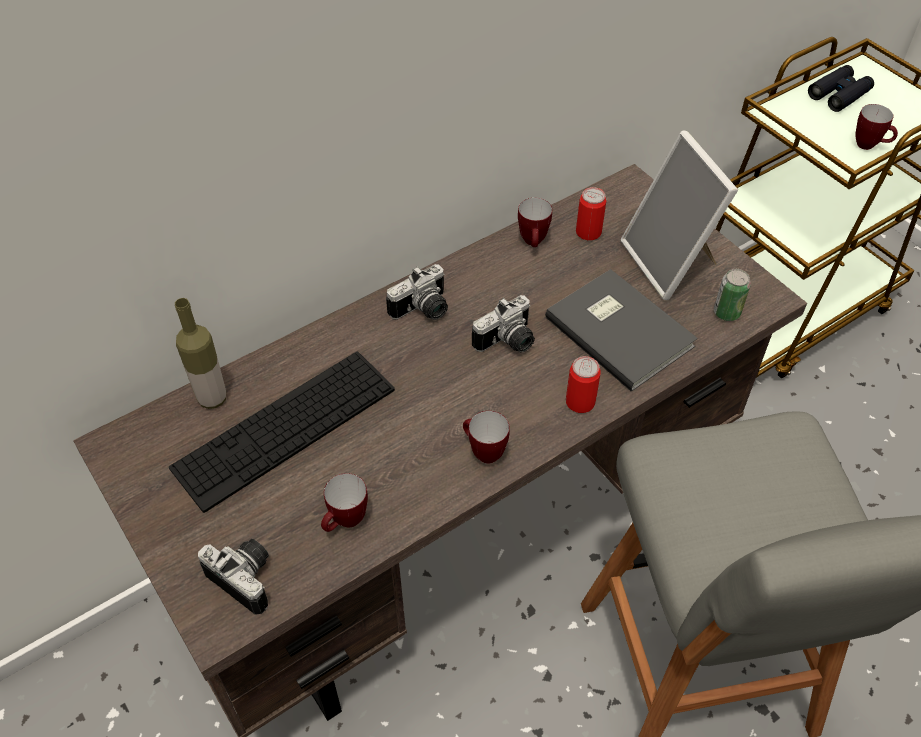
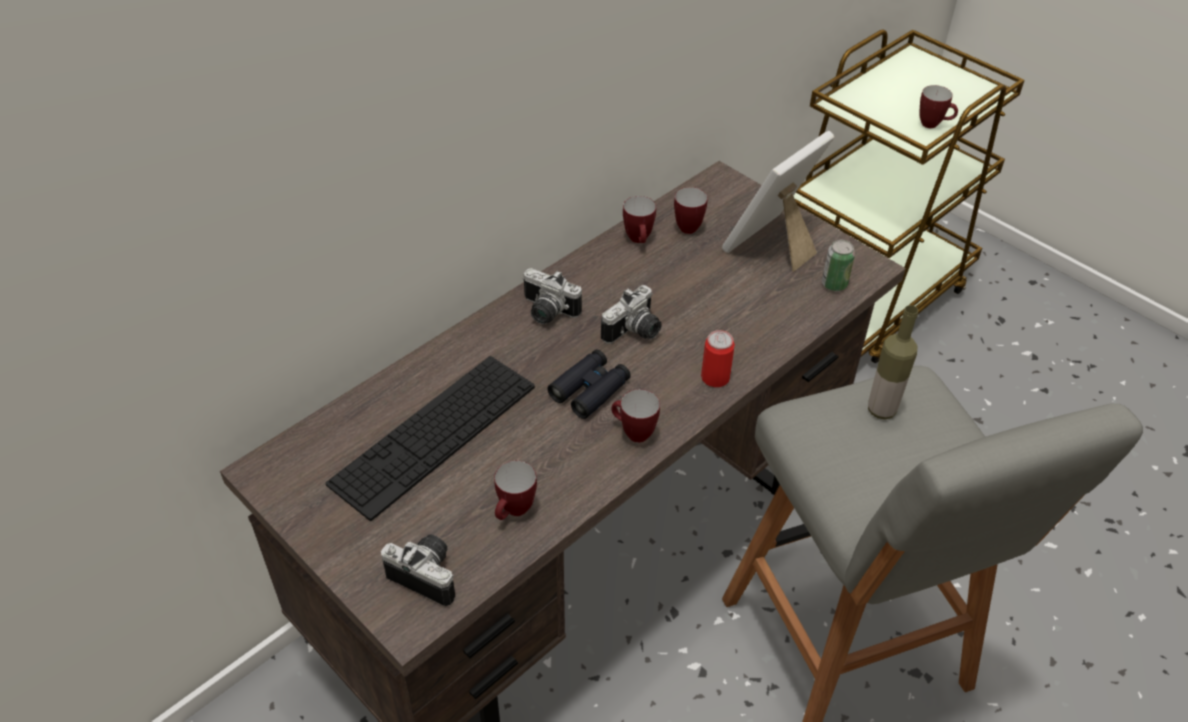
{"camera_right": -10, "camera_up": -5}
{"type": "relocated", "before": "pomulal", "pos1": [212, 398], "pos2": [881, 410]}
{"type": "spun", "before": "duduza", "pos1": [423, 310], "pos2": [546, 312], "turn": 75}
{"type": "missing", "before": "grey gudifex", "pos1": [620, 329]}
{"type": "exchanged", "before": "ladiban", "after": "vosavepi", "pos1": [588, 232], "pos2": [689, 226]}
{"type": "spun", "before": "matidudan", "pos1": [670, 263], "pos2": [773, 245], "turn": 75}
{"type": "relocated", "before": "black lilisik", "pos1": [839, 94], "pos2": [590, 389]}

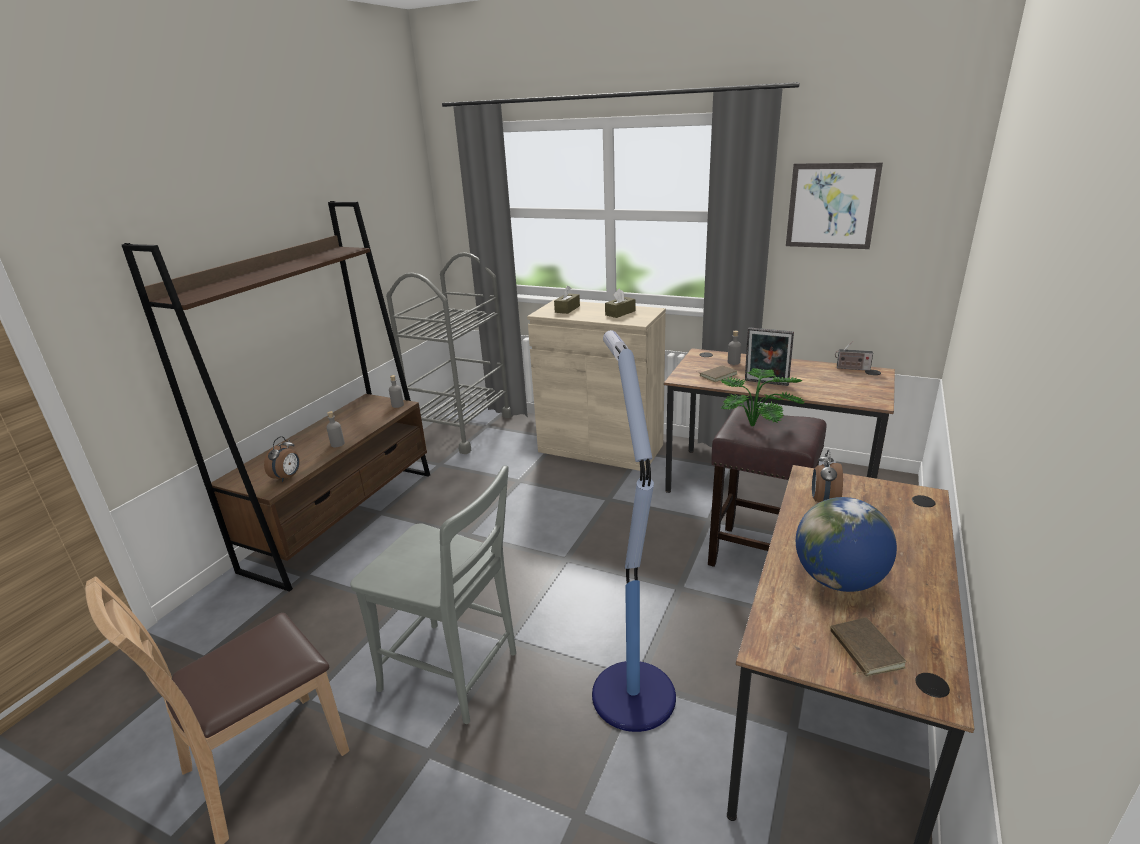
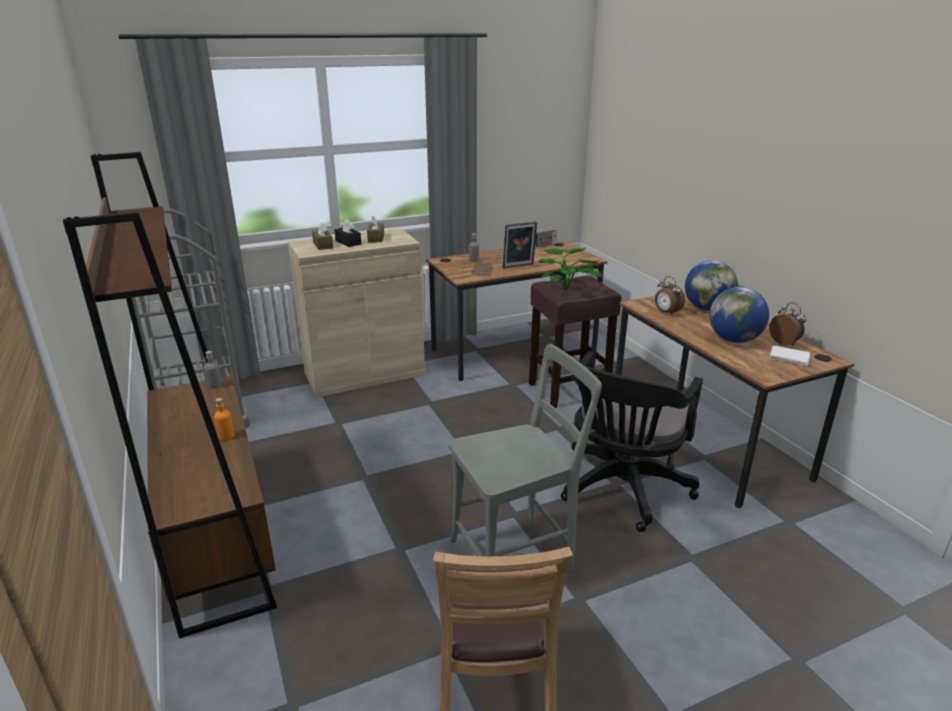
{"camera_right": -50, "camera_up": 0}
{"type": "relocated", "before": "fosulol", "pos1": [287, 477], "pos2": [785, 342]}
{"type": "colour", "before": "grey pomulal", "after": "orange pomulal", "pos1": [337, 444], "pos2": [226, 436]}
{"type": "exchanged", "before": "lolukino", "after": "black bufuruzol", "pos1": [632, 692], "pos2": [622, 490]}
{"type": "missing", "before": "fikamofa", "pos1": [831, 206]}
{"type": "colour", "before": "brown gudifex", "after": "white gudifex", "pos1": [863, 650], "pos2": [789, 358]}
{"type": "appeared", "after": "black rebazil", "pos2": [348, 242]}
{"type": "appeared", "after": "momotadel", "pos2": [707, 308]}

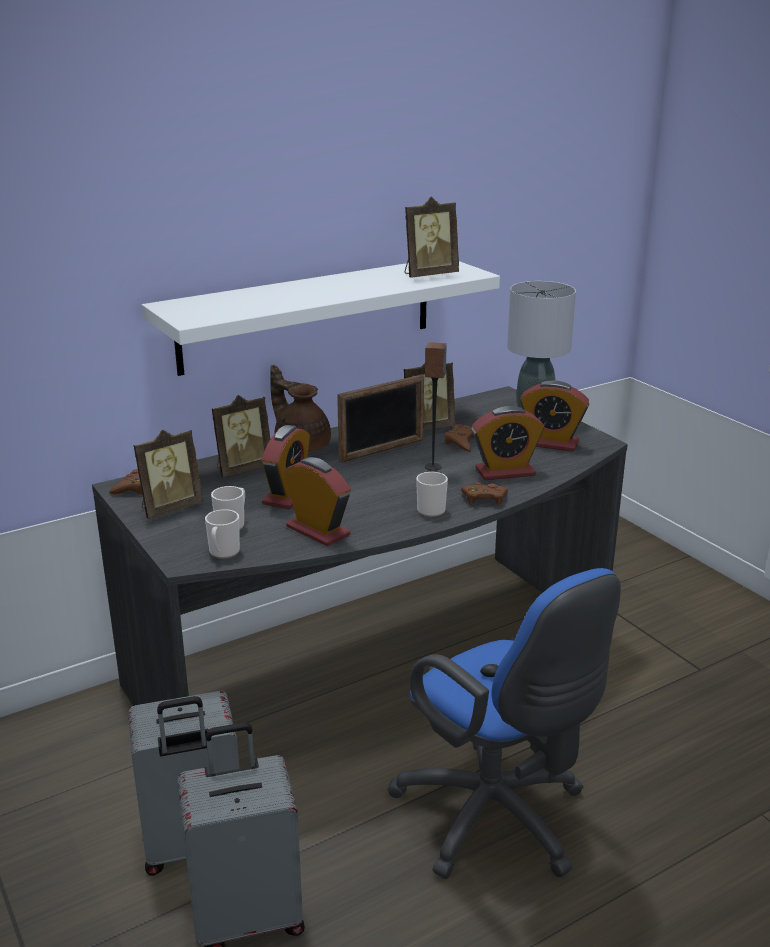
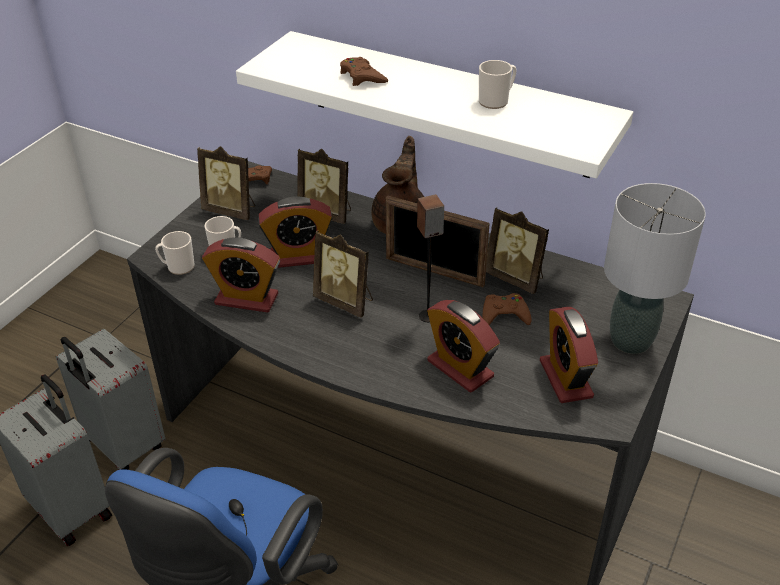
{"camera_right": 60, "camera_up": 15}
{"type": "spun", "before": "fosulol", "pos1": [318, 531], "pos2": [246, 299], "turn": 90}
{"type": "relocated", "before": "matidudan", "pos1": [428, 275], "pos2": [345, 301]}
{"type": "relocated", "before": "vosavepi", "pos1": [431, 508], "pos2": [496, 101]}
{"type": "relocated", "before": "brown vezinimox", "pos1": [484, 498], "pos2": [362, 77]}

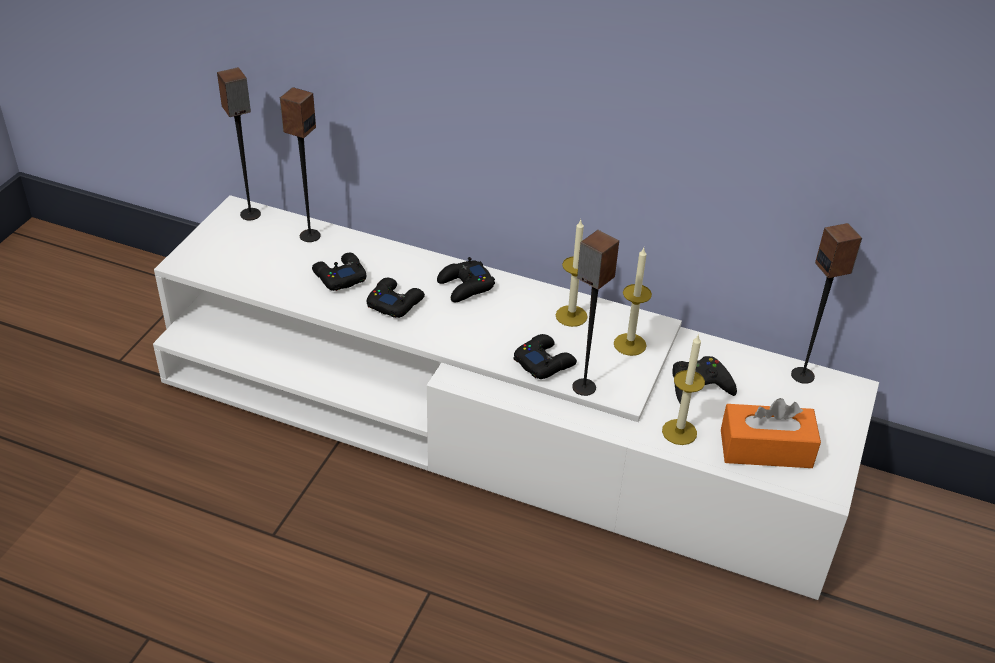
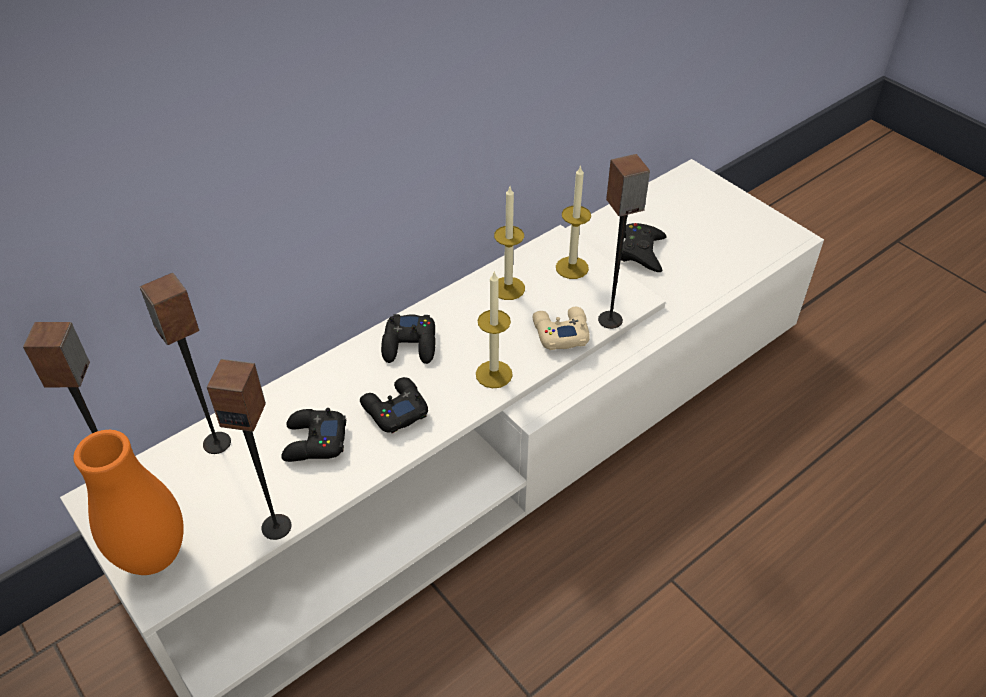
{"camera_right": -60, "camera_up": 5}
{"type": "colour", "before": "black vezinimox", "after": "beige vezinimox", "pos1": [544, 362], "pos2": [560, 332]}
{"type": "relocated", "before": "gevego", "pos1": [679, 432], "pos2": [494, 374]}
{"type": "missing", "before": "orange rebazil", "pos1": [765, 449]}
{"type": "relocated", "before": "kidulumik", "pos1": [803, 375], "pos2": [277, 526]}
{"type": "appeared", "after": "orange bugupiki", "pos2": [154, 556]}

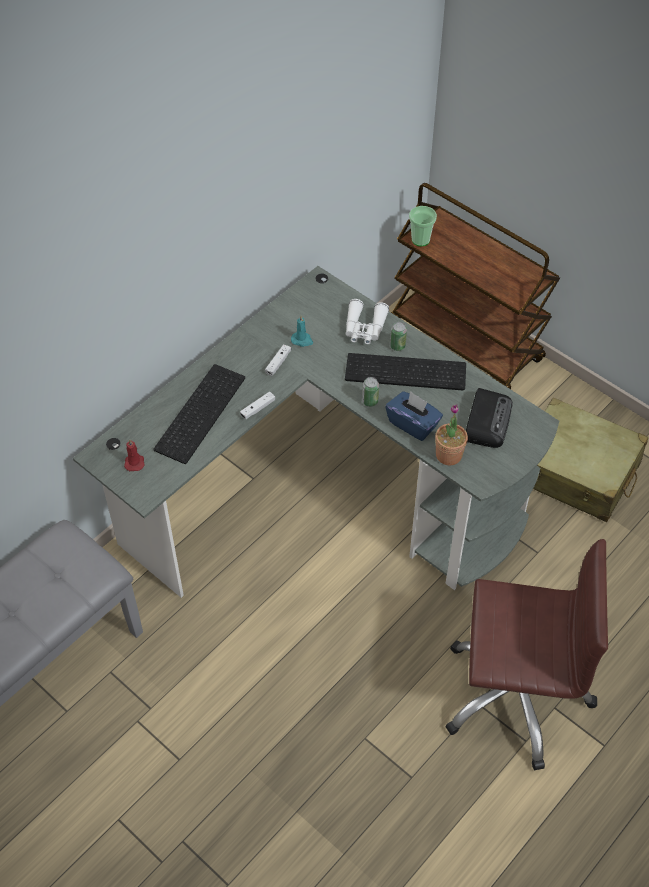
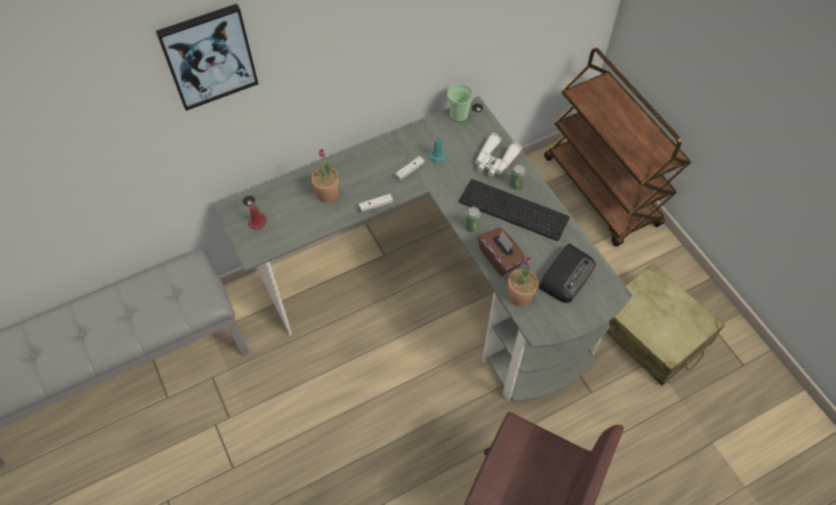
{"camera_right": 20, "camera_up": 5}
{"type": "exchanged", "before": "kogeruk", "after": "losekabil", "pos1": [199, 411], "pos2": [327, 193]}
{"type": "colour", "before": "blue rebazil", "after": "brown rebazil", "pos1": [413, 424], "pos2": [500, 258]}
{"type": "relocated", "before": "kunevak", "pos1": [420, 240], "pos2": [458, 115]}
{"type": "appeared", "after": "fikamofa", "pos2": [209, 56]}

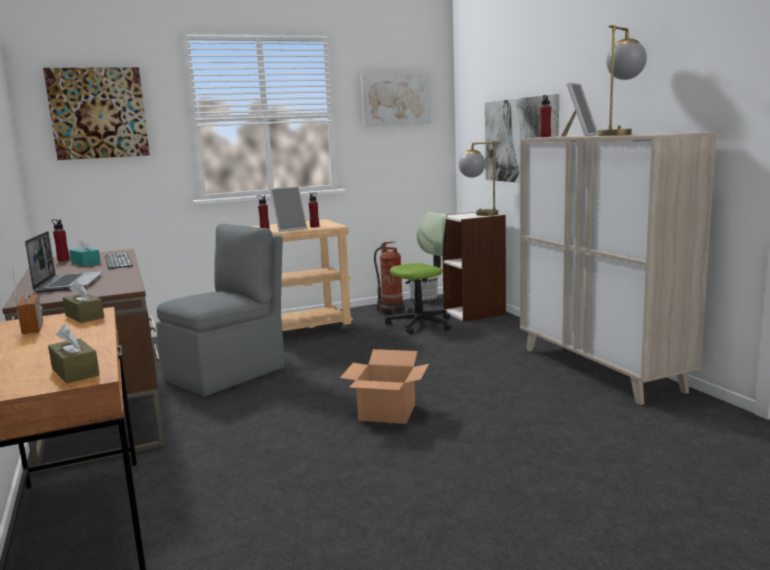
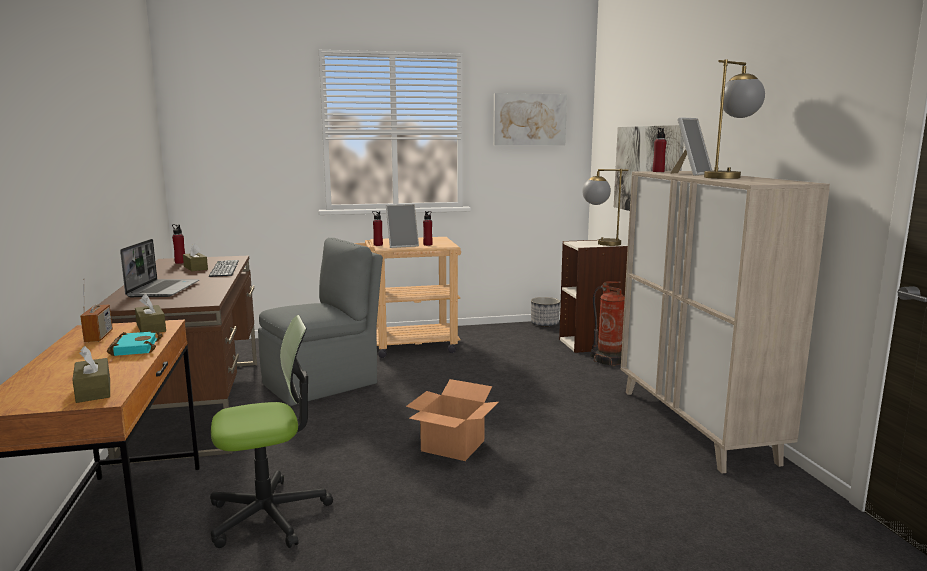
{"camera_right": 10, "camera_up": 0}
{"type": "missing", "before": "fikamofa", "pos1": [98, 113]}
{"type": "colour", "before": "turquoise rebazil", "after": "brown rebazil", "pos1": [85, 263], "pos2": [195, 268]}
{"type": "relocated", "before": "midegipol", "pos1": [391, 312], "pos2": [608, 360]}
{"type": "relocated", "before": "bufuruzol", "pos1": [420, 324], "pos2": [269, 515]}
{"type": "appeared", "after": "turquoise gudifex", "pos2": [134, 348]}

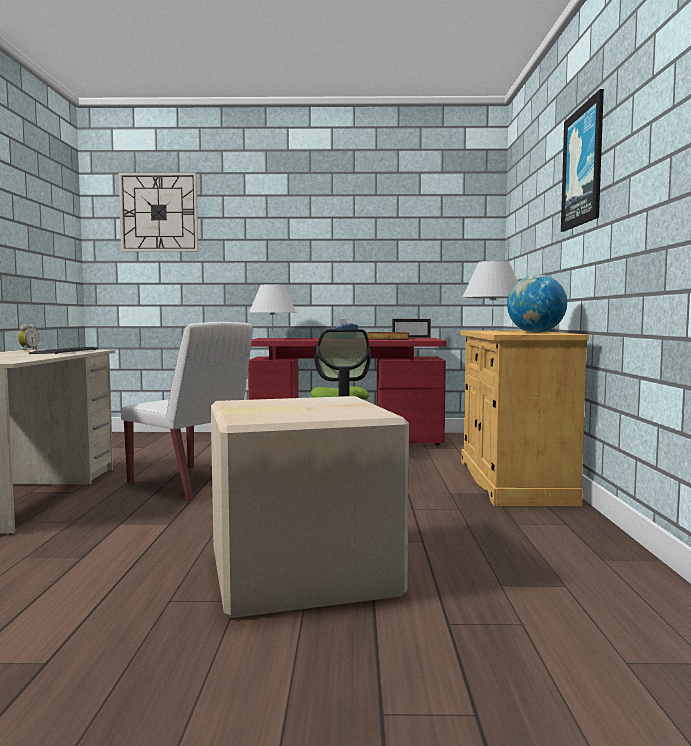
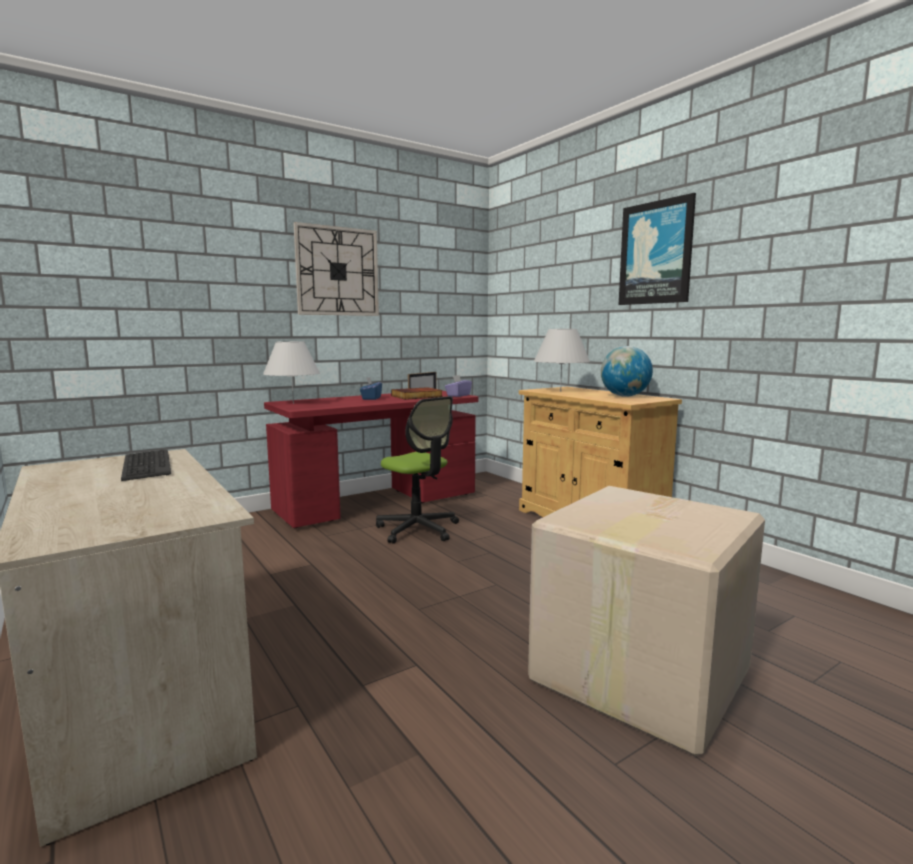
{"camera_right": -35, "camera_up": 5}
{"type": "missing", "before": "fosulol", "pos1": [28, 350]}
{"type": "relocated", "before": "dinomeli", "pos1": [159, 212], "pos2": [337, 271]}
{"type": "missing", "before": "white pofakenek", "pos1": [191, 484]}
{"type": "appeared", "after": "purple rebazil", "pos2": [458, 395]}

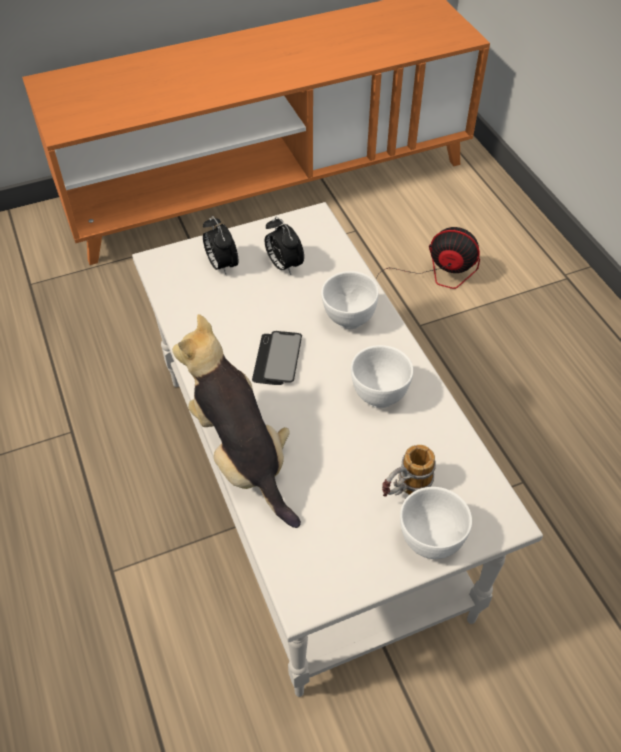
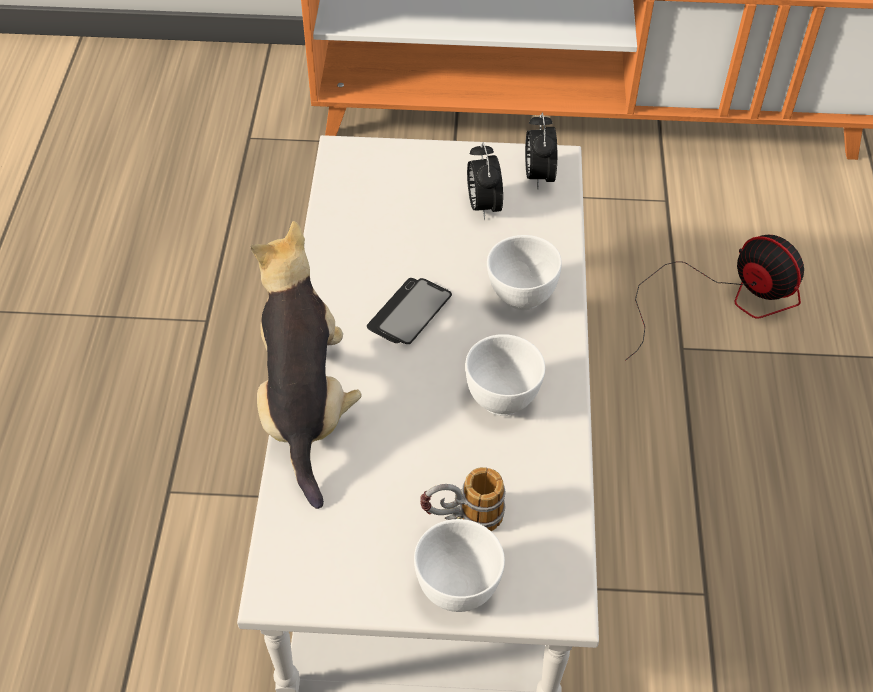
{"camera_right": 25, "camera_up": 0}
{"type": "relocated", "before": "fosulol", "pos1": [221, 265], "pos2": [538, 176]}

